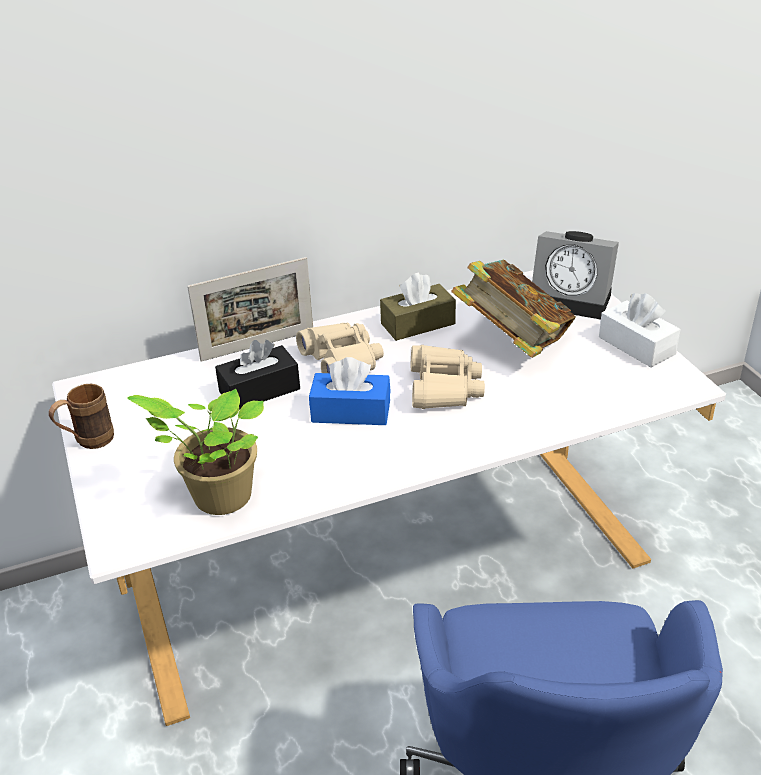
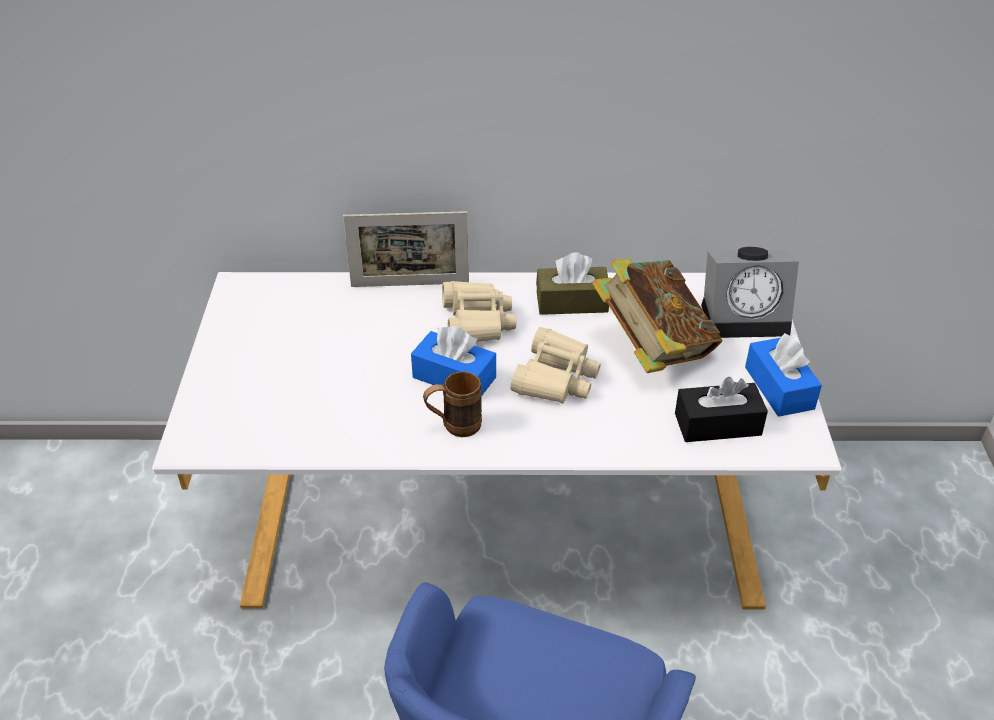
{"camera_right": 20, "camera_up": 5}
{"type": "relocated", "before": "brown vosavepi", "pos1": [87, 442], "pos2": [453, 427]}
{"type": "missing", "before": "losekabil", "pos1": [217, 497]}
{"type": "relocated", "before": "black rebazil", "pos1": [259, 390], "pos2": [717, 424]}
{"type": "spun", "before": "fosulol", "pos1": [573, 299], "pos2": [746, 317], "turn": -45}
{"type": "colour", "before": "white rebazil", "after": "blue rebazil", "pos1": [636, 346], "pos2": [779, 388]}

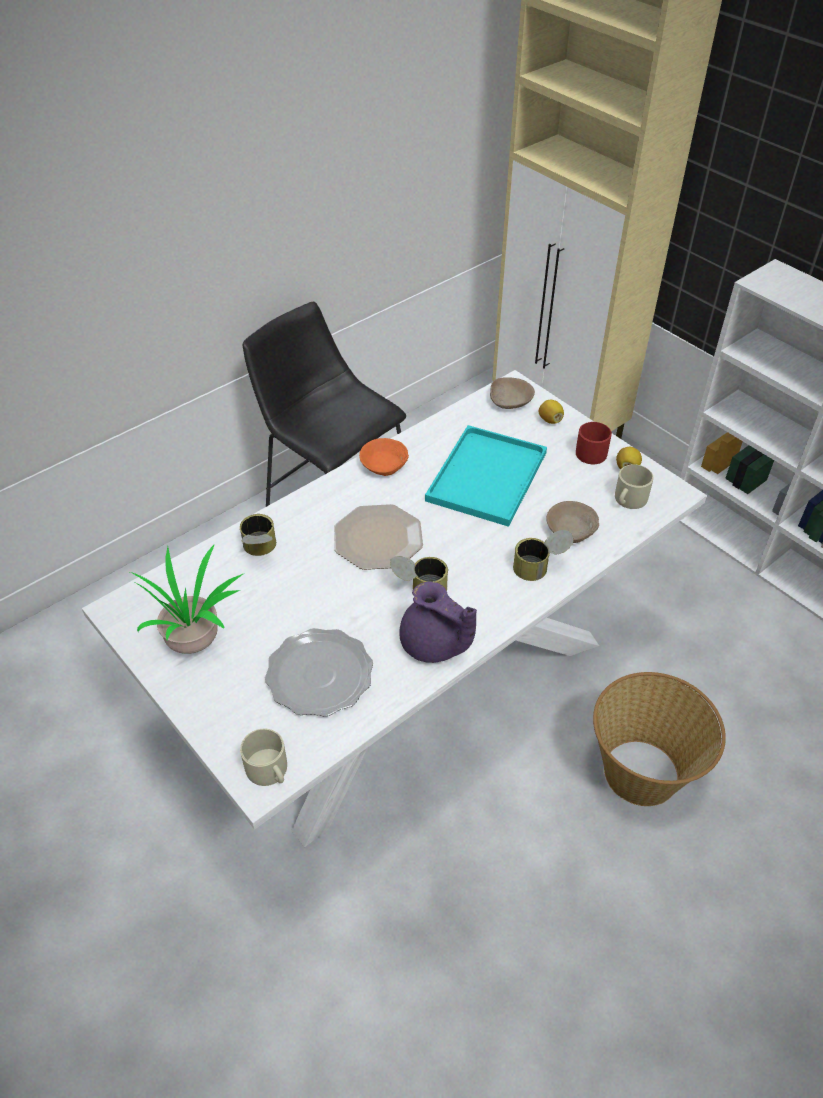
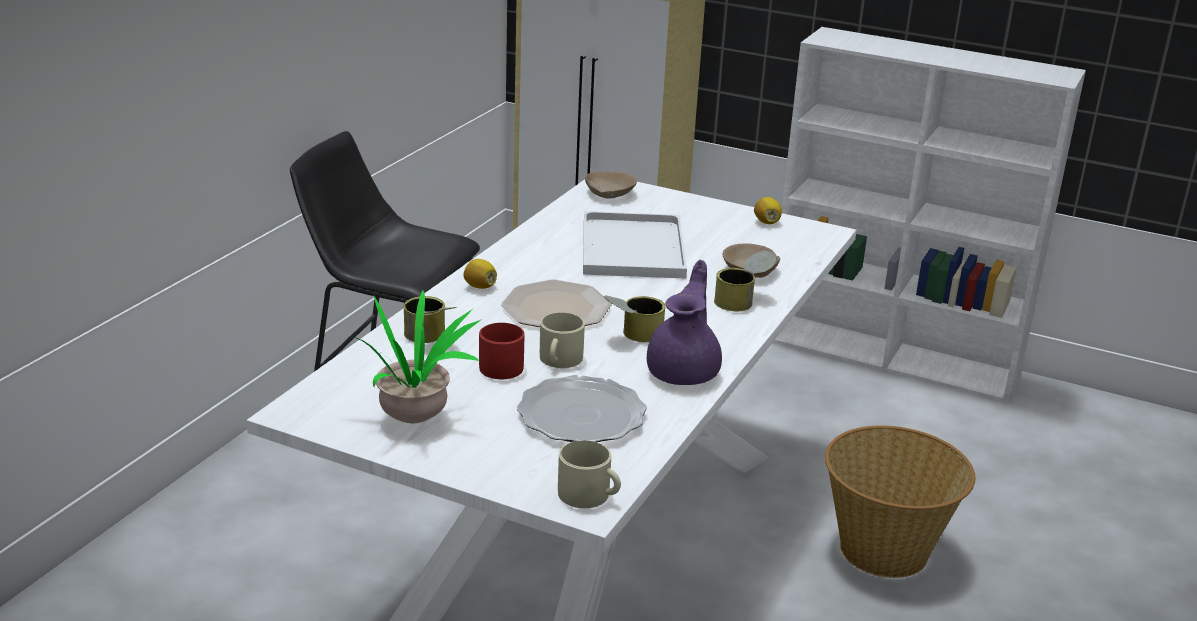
{"camera_right": -25, "camera_up": -20}
{"type": "missing", "before": "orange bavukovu", "pos1": [384, 465]}
{"type": "spun", "before": "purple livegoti", "pos1": [434, 645], "pos2": [685, 372], "turn": -90}
{"type": "colour", "before": "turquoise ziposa", "after": "white ziposa", "pos1": [487, 478], "pos2": [634, 249]}
{"type": "relocated", "before": "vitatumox", "pos1": [550, 420], "pos2": [480, 287]}
{"type": "relocated", "before": "red vosavepi", "pos1": [593, 451], "pos2": [503, 365]}
{"type": "relocated", "before": "beige vosavepi", "pos1": [628, 500], "pos2": [559, 360]}

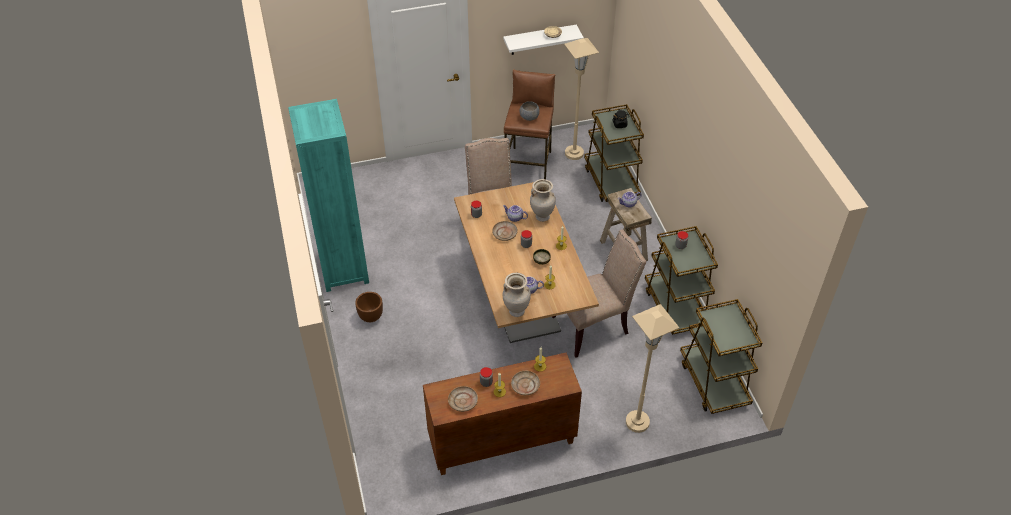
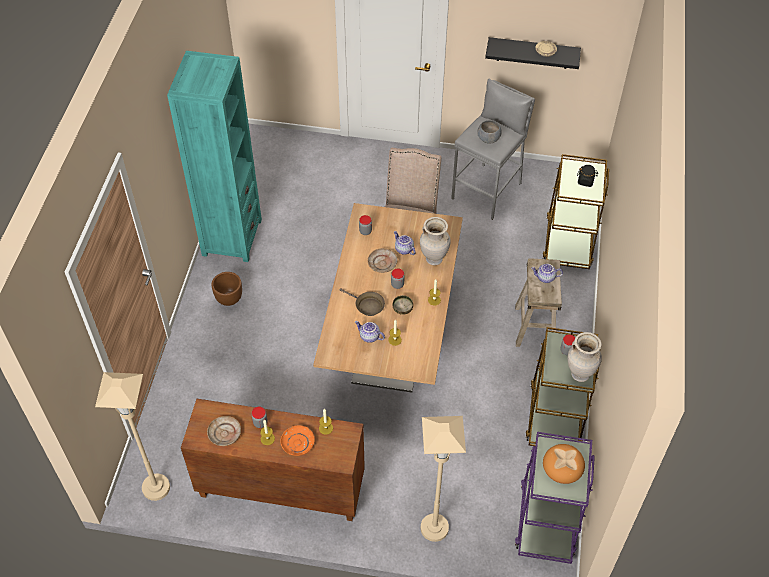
{"camera_right": 25, "camera_up": 5}
{"type": "colour", "before": "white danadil", "after": "black danadil", "pos1": [539, 40], "pos2": [533, 53]}
{"type": "relocated", "before": "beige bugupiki", "pos1": [516, 311], "pos2": [580, 374]}
{"type": "colour", "before": "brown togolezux", "after": "grey togolezux", "pos1": [529, 165], "pos2": [487, 191]}
{"type": "colour", "before": "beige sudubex", "after": "orange sudubex", "pos1": [525, 385], "pos2": [297, 443]}
{"type": "missing", "before": "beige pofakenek", "pos1": [593, 326]}
{"type": "relocated", "before": "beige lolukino", "pos1": [574, 153], "pos2": [156, 488]}
{"type": "colour", "before": "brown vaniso", "after": "purple vaniso", "pos1": [714, 382], "pos2": [547, 519]}
{"type": "appeared", "after": "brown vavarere", "pos2": [367, 305]}
{"type": "appeared", "after": "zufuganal", "pos2": [563, 464]}

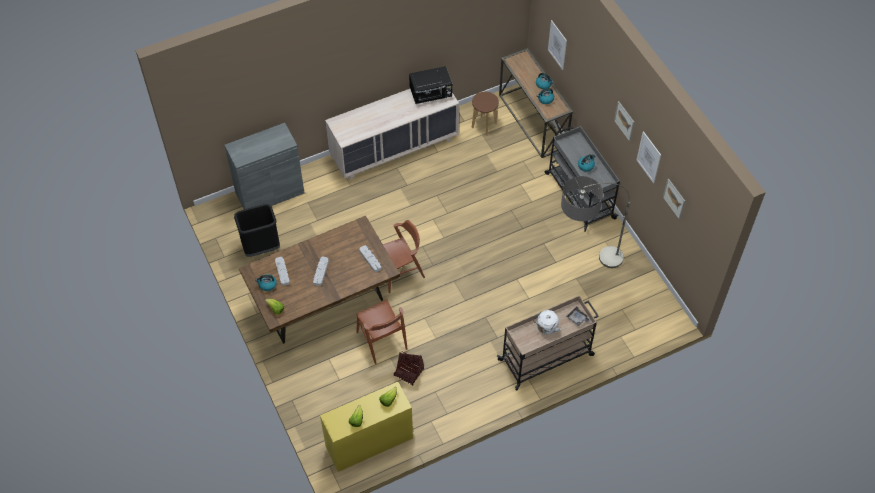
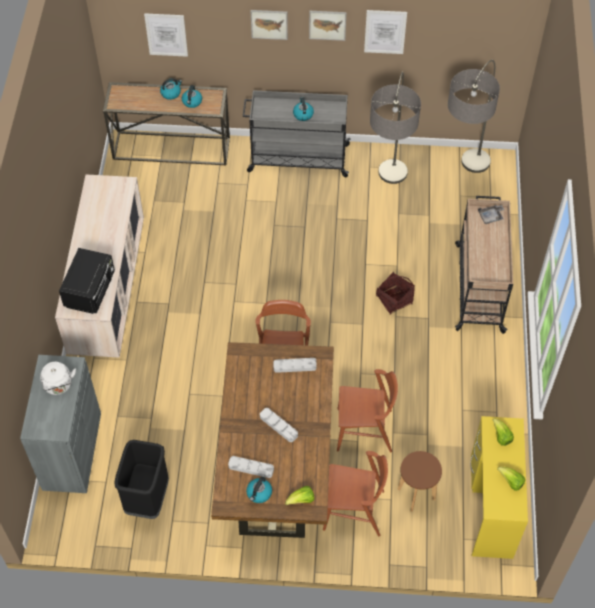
{"camera_right": -60, "camera_up": 0}
{"type": "relocated", "before": "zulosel", "pos1": [408, 372], "pos2": [394, 300]}
{"type": "relocated", "before": "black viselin", "pos1": [431, 94], "pos2": [91, 291]}
{"type": "relocated", "before": "brown togolezux", "pos1": [484, 125], "pos2": [416, 494]}
{"type": "relocated", "before": "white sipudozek", "pos1": [546, 328], "pos2": [59, 386]}
{"type": "relocated", "before": "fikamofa", "pos1": [674, 198], "pos2": [269, 24]}
{"type": "appeared", "after": "brown pofakenek", "pos2": [354, 510]}
{"type": "appeared", "after": "lolukino", "pos2": [462, 186]}

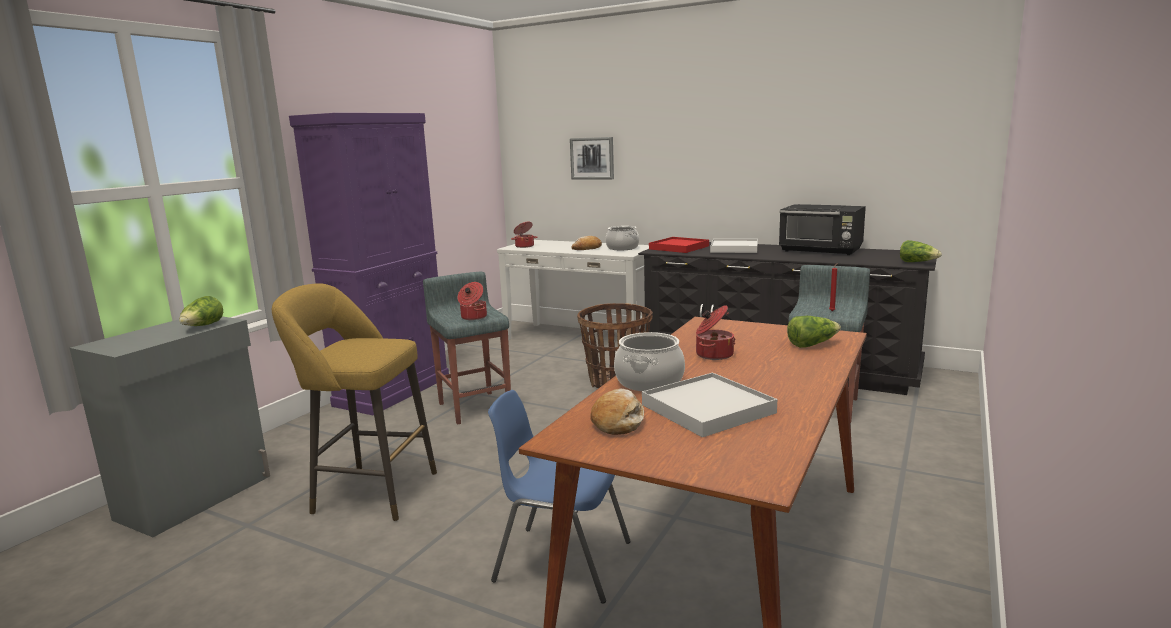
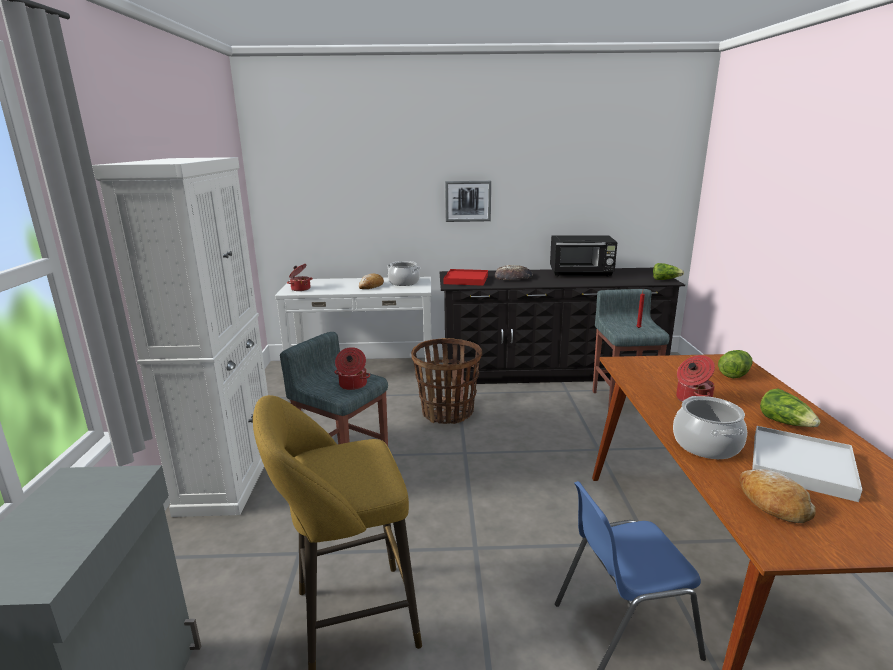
{"camera_right": -30, "camera_up": 5}
{"type": "relocated", "before": "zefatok", "pos1": [203, 326], "pos2": [785, 423]}
{"type": "colour", "before": "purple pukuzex", "after": "white pukuzex", "pos1": [393, 390], "pos2": [229, 475]}
{"type": "relocated", "before": "fikamofa", "pos1": [592, 158], "pos2": [468, 201]}
{"type": "exchanged", "before": "white ziposa", "after": "zufuganal", "pos1": [734, 249], "pos2": [513, 277]}

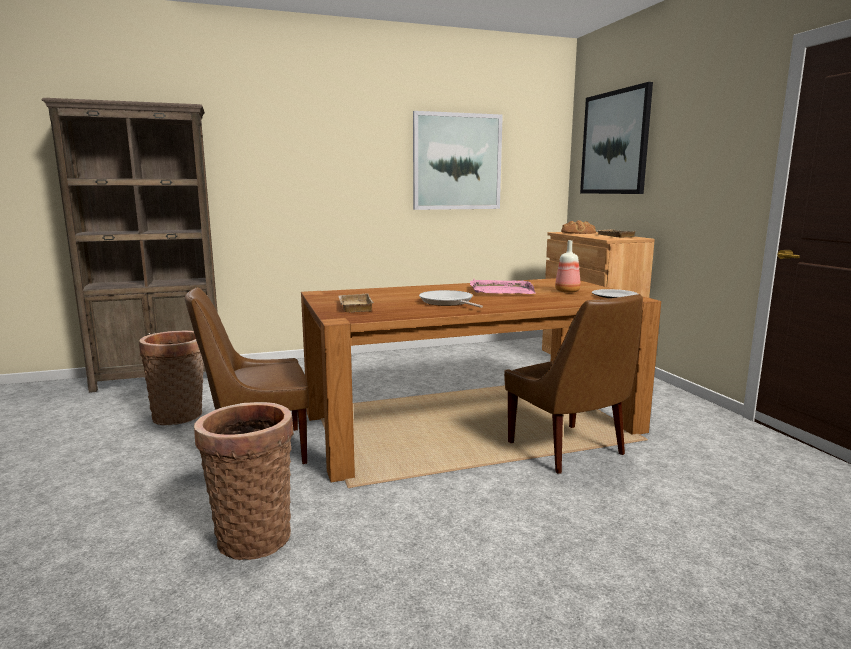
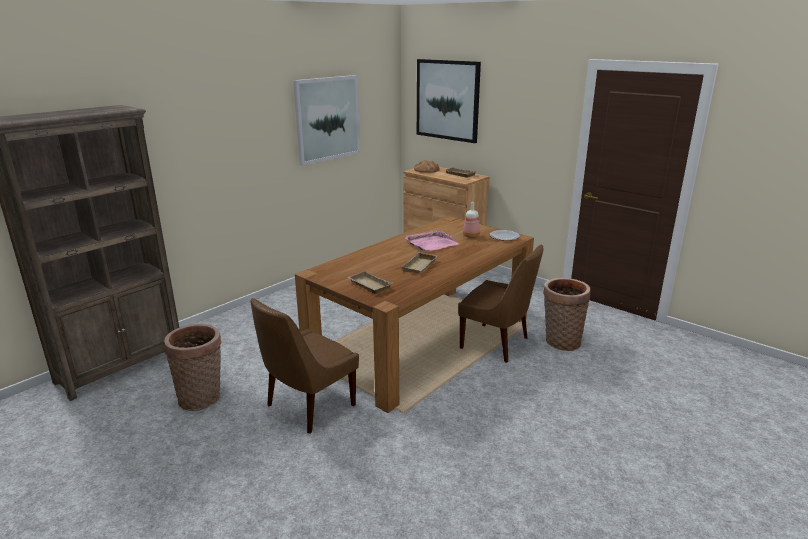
{"camera_right": -30, "camera_up": 10}
{"type": "relocated", "before": "zulosel", "pos1": [253, 535], "pos2": [560, 341]}
{"type": "exchanged", "before": "vavarere", "after": "beige ziposa", "pos1": [447, 302], "pos2": [420, 266]}

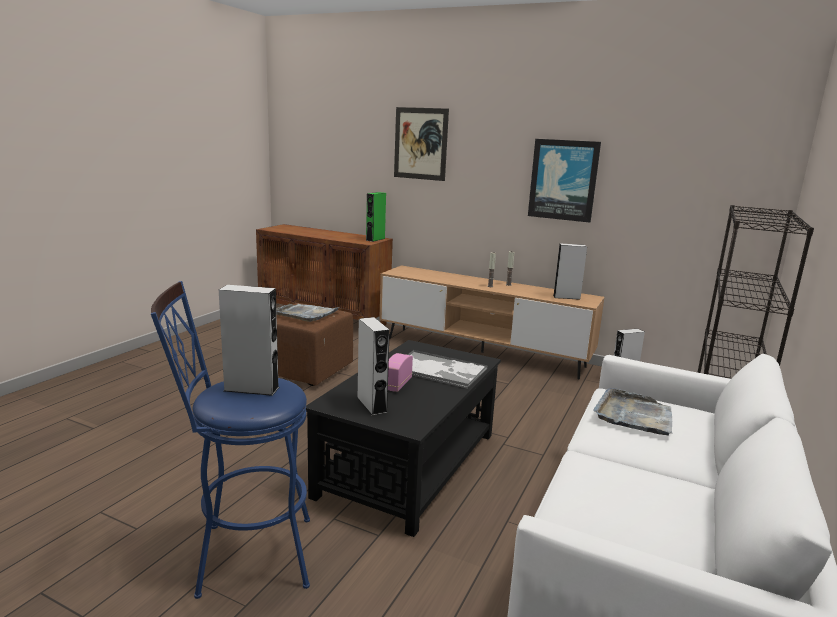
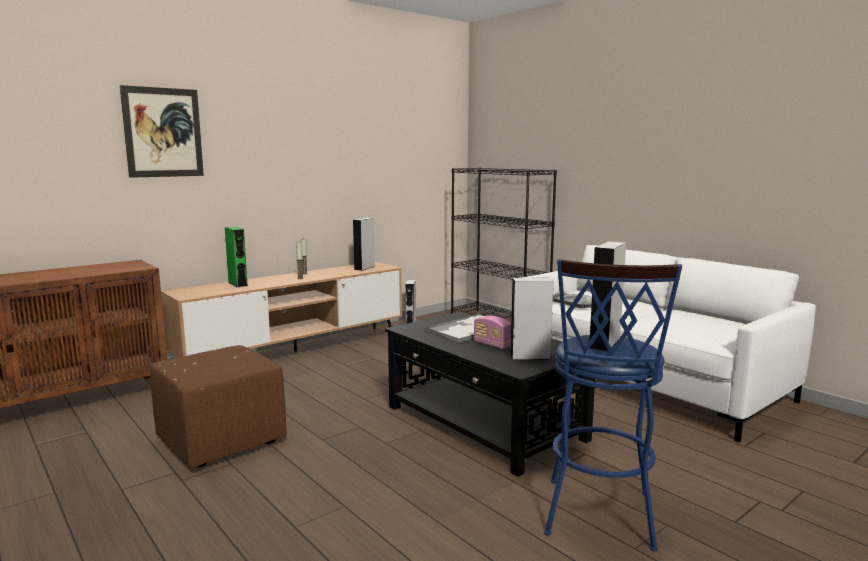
{"camera_right": -65, "camera_up": -5}
{"type": "missing", "before": "grey ziposa", "pos1": [306, 314]}
{"type": "relocated", "before": "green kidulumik", "pos1": [375, 239], "pos2": [237, 284]}
{"type": "missing", "before": "fikamofa", "pos1": [563, 180]}

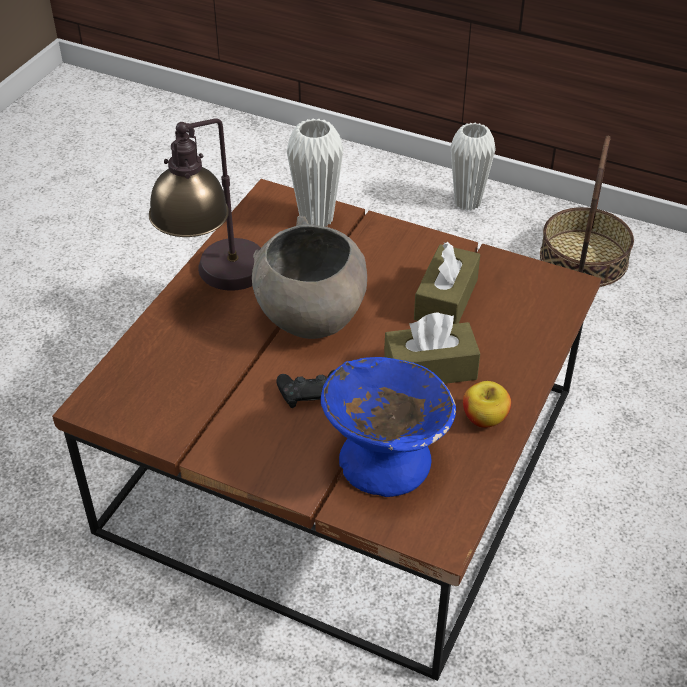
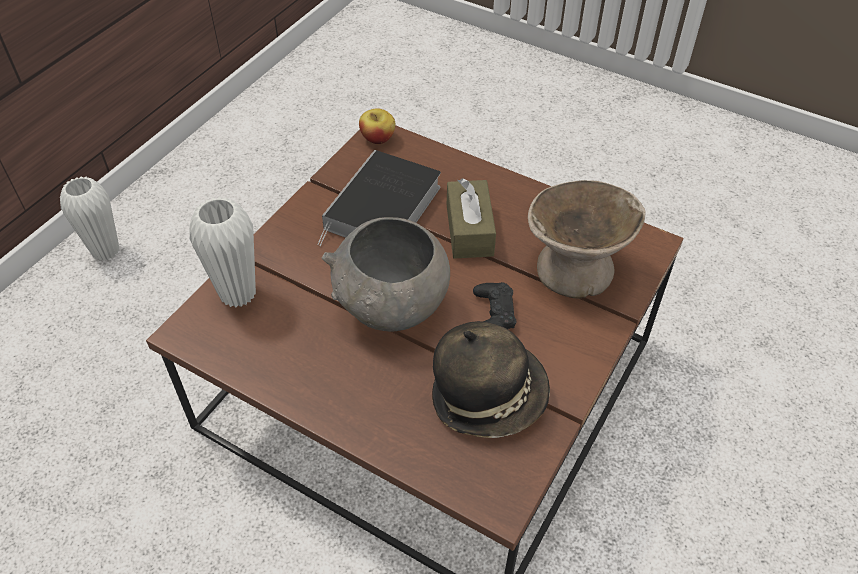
{"camera_right": -85, "camera_up": 5}
{"type": "missing", "before": "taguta", "pos1": [217, 283]}
{"type": "colour", "before": "blue bavukovu", "after": "beige bavukovu", "pos1": [384, 461], "pos2": [575, 269]}
{"type": "exchanged", "before": "brown rebazil", "after": "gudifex", "pos1": [446, 299], "pos2": [382, 210]}
{"type": "relocated", "before": "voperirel", "pos1": [484, 418], "pos2": [377, 138]}
{"type": "missing", "before": "zulosel", "pos1": [584, 258]}
{"type": "appeared", "after": "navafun", "pos2": [488, 396]}

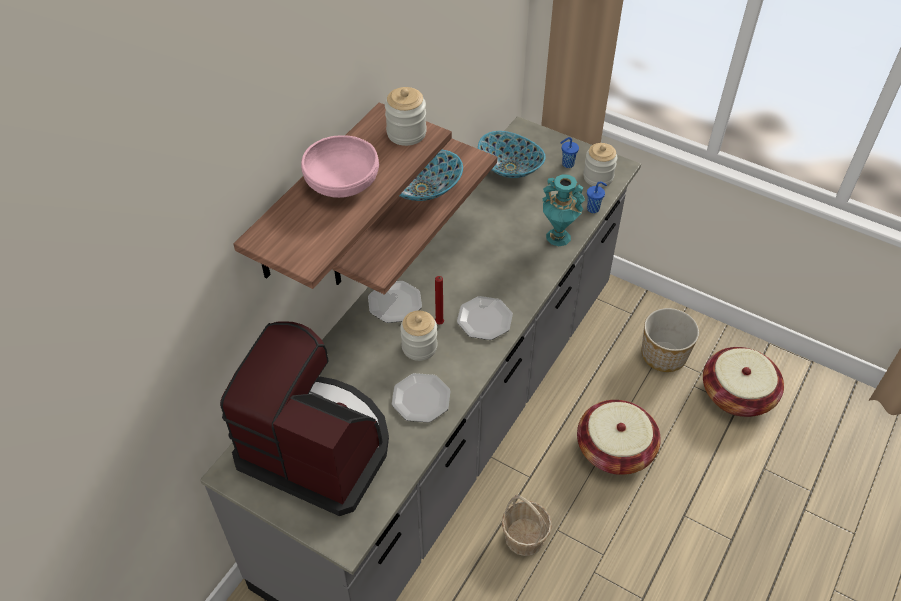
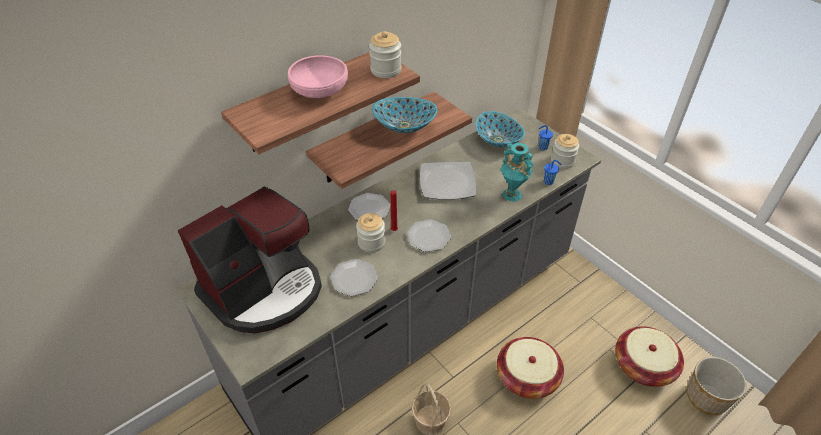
{"camera_right": 20, "camera_up": -5}
{"type": "spun", "before": "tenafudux", "pos1": [317, 447], "pos2": [264, 290], "turn": 90}
{"type": "relocated", "before": "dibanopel", "pos1": [664, 355], "pos2": [707, 398]}
{"type": "appeared", "after": "sudubex", "pos2": [448, 182]}

